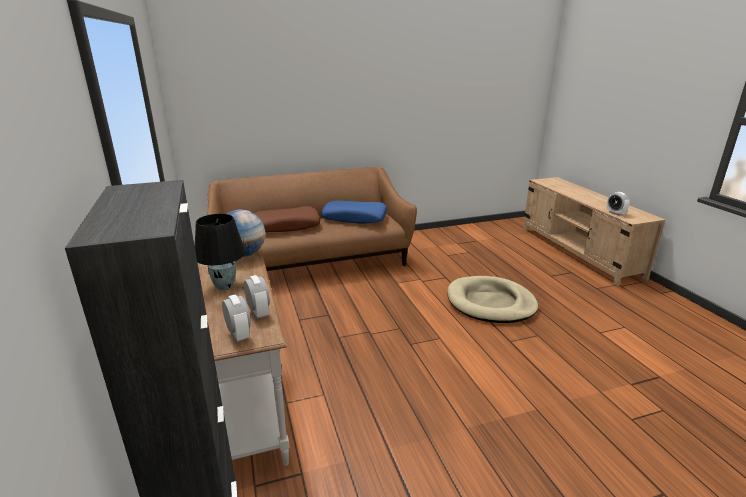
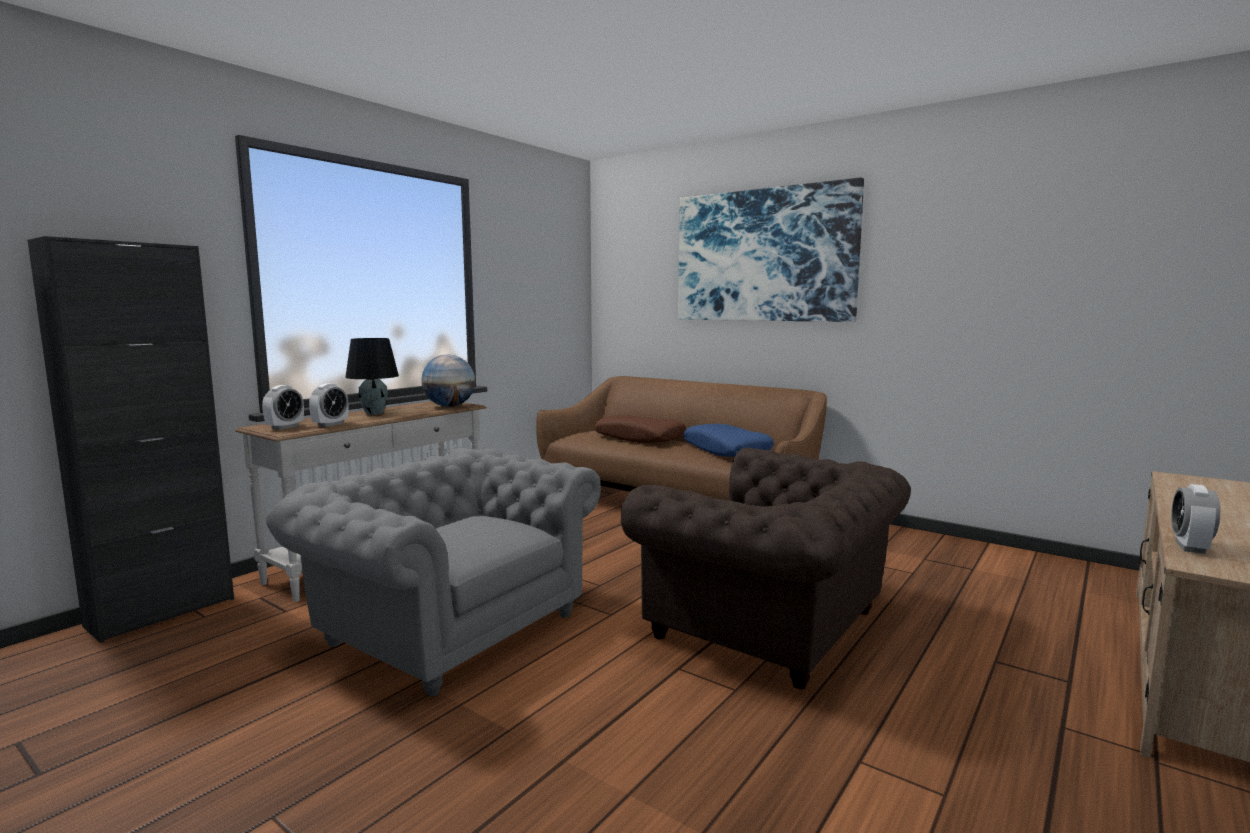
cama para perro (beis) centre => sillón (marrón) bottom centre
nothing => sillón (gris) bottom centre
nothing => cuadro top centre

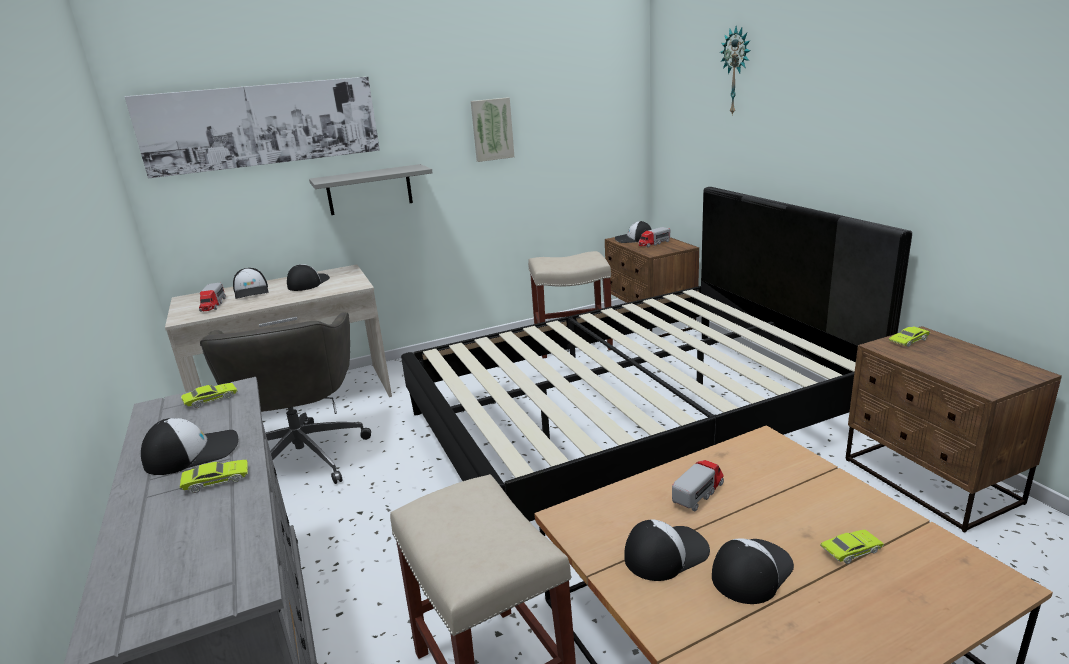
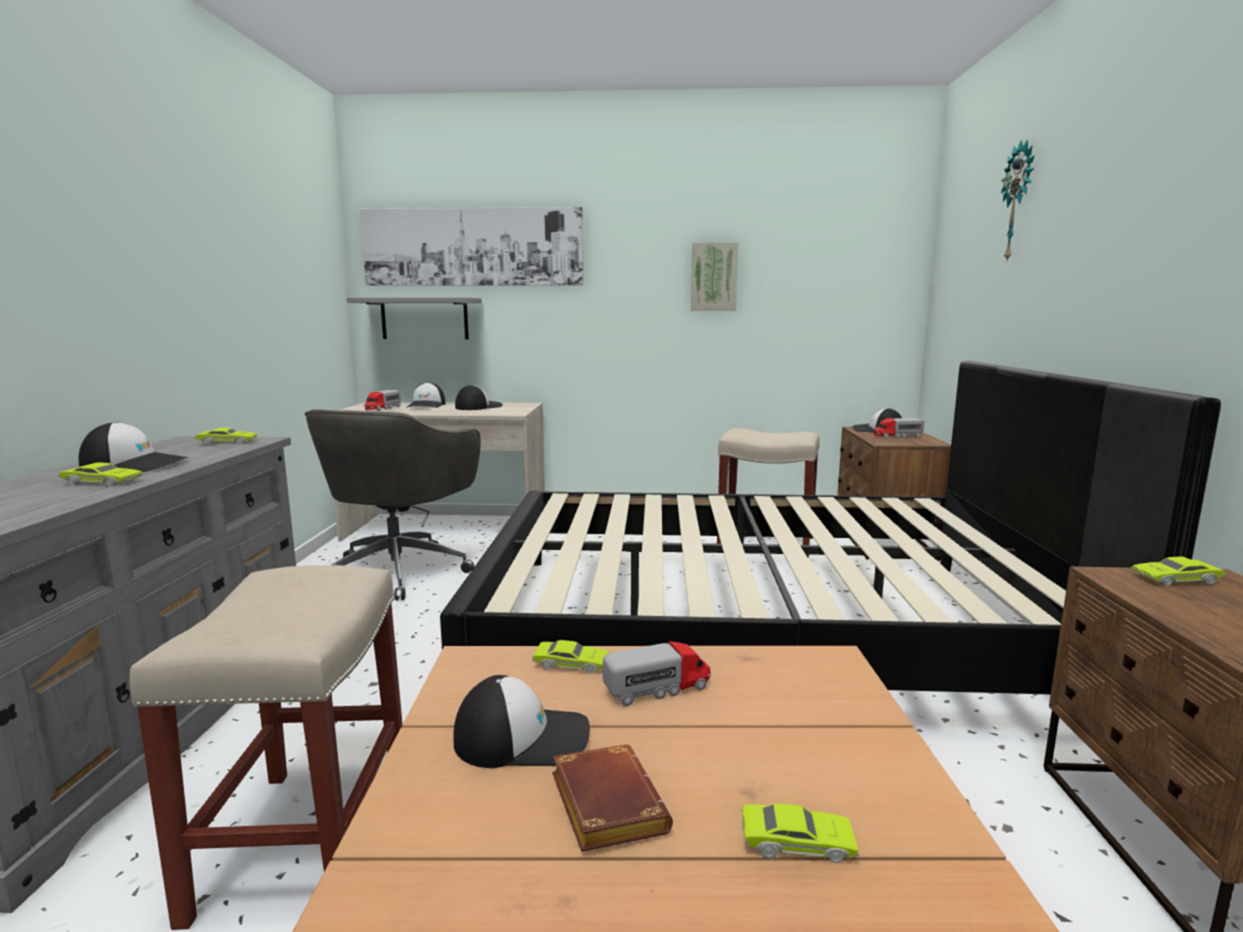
estante (gris) top centre => estante (gris) middle left, move
gorra (6th from left) bottom right => libro (marrón) bottom centre
nothing => coche de juguete (verde) (3rd from left) bottom centre

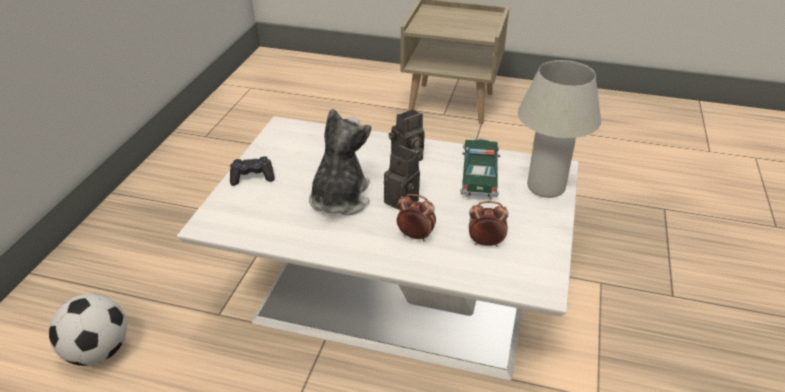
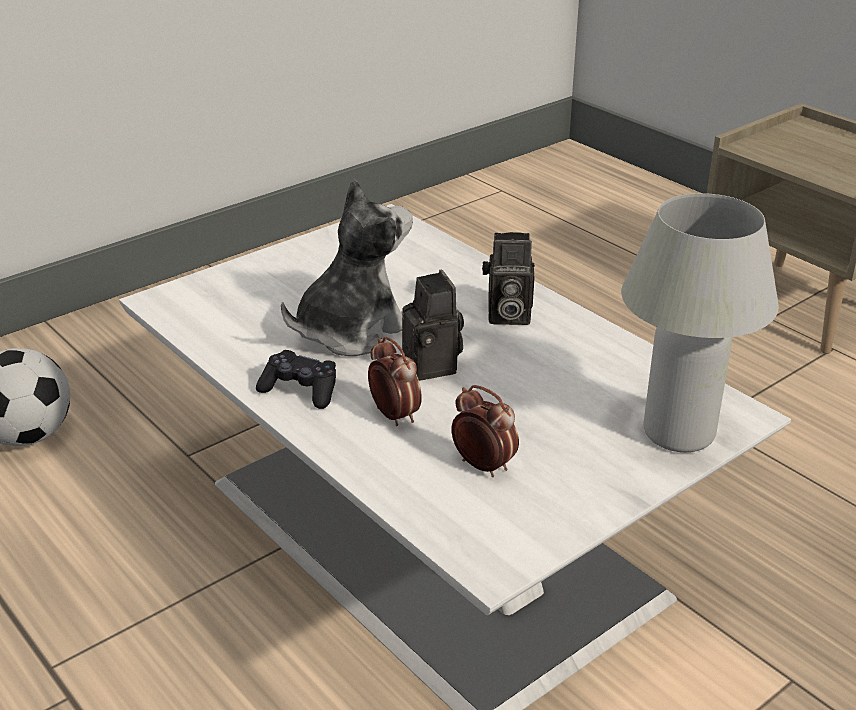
mando de consola (negro) middle left => mando de consola (negro) centre, move
coche de juguete centre => nothing

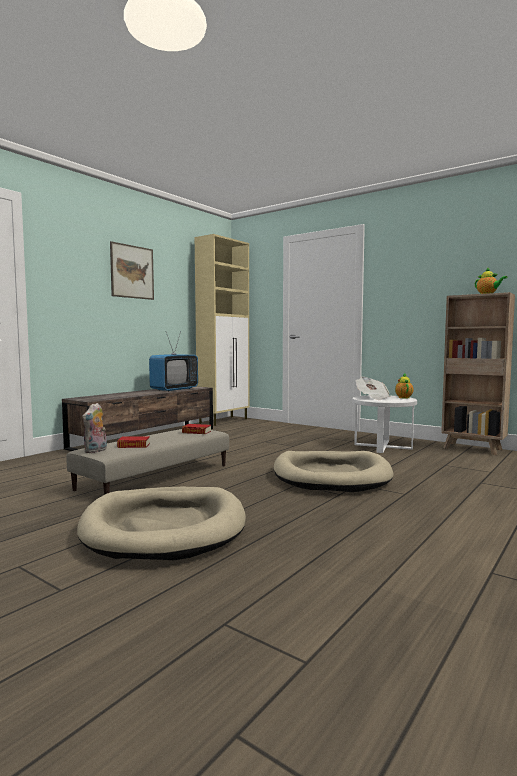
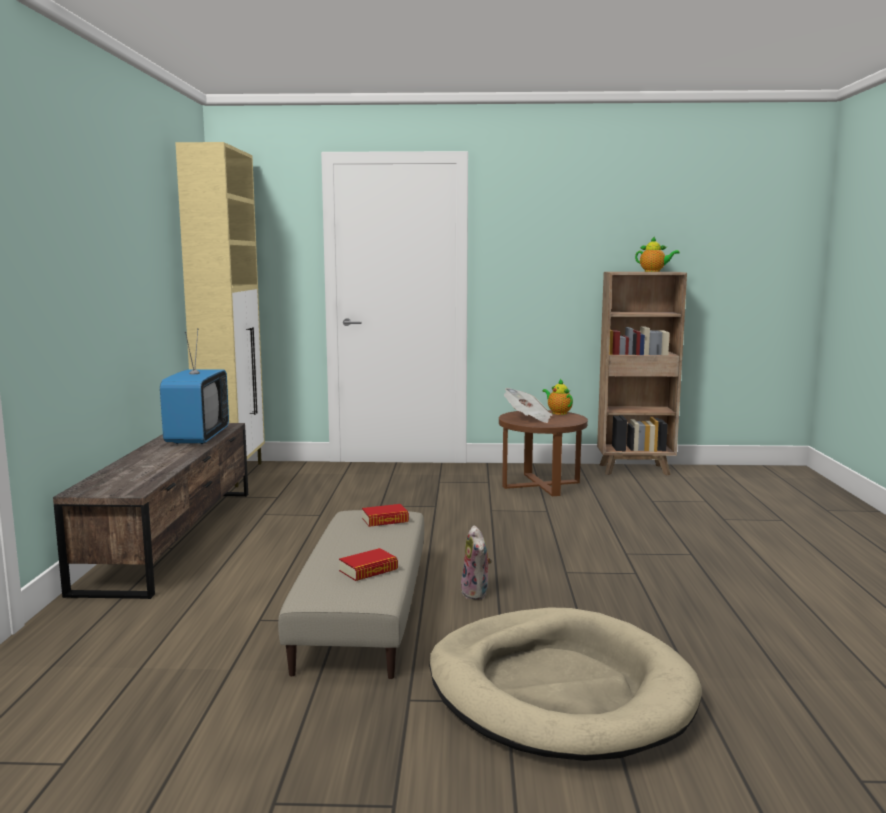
peluche middle left => peluche bottom centre, move
cuadro middle left => nothing
cama para perro (beis) (2nd from left) centre => nothing
mesa auxiliar (blanco) middle right => mesa auxiliar (marrón) centre

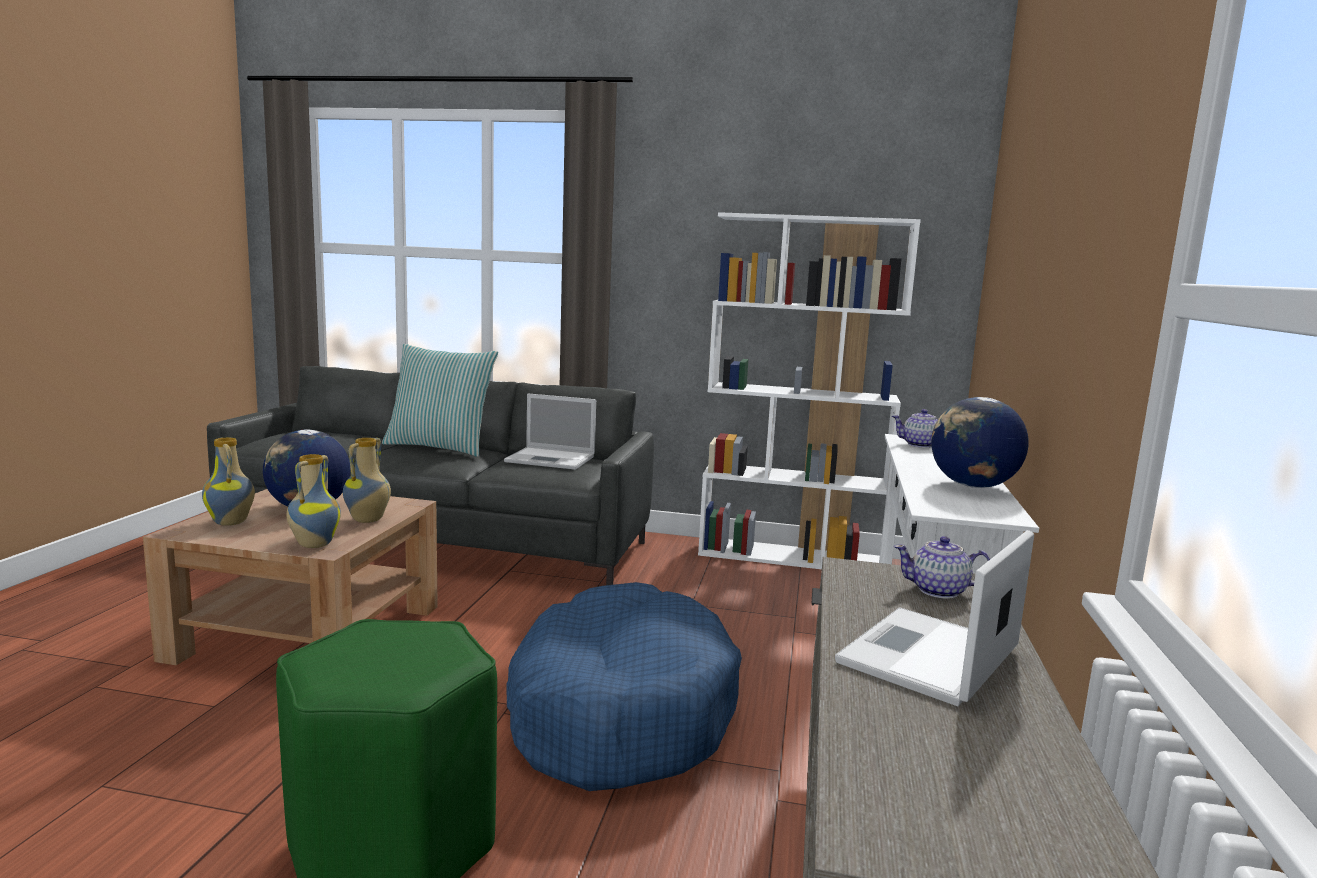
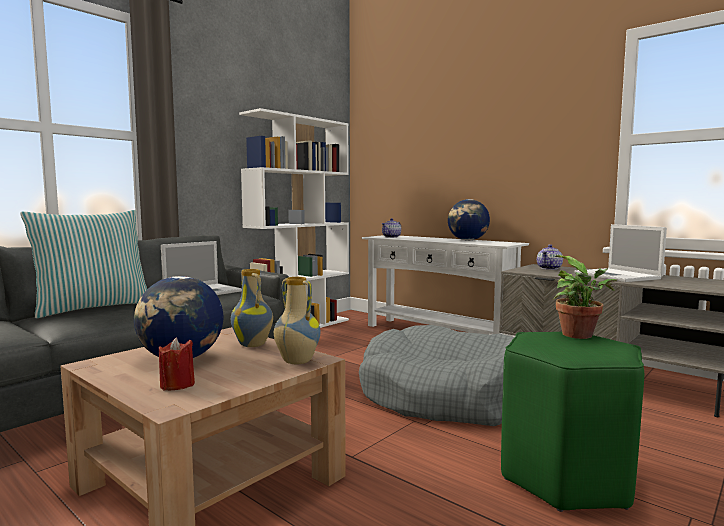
florero (1st from left) middle left => vela (rojo) bottom left
cama para perro (azul) bottom centre => cama para perro (gris) bottom centre
nothing => planta en maceta middle right

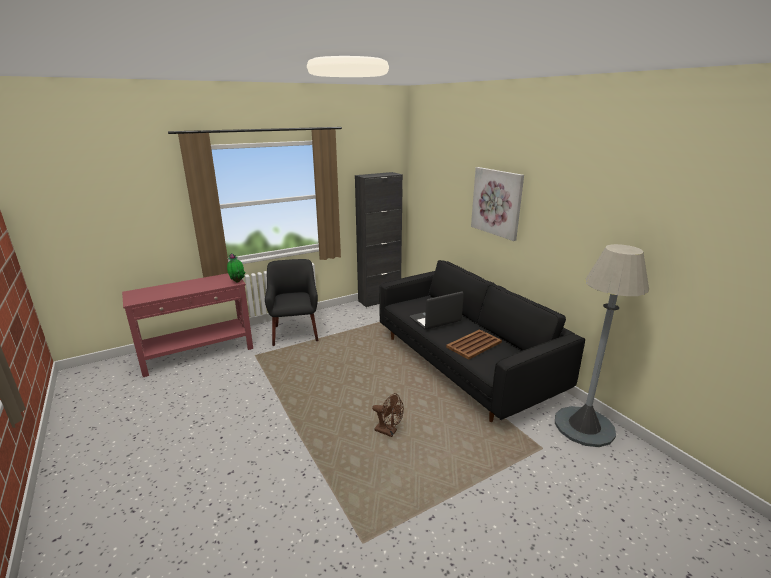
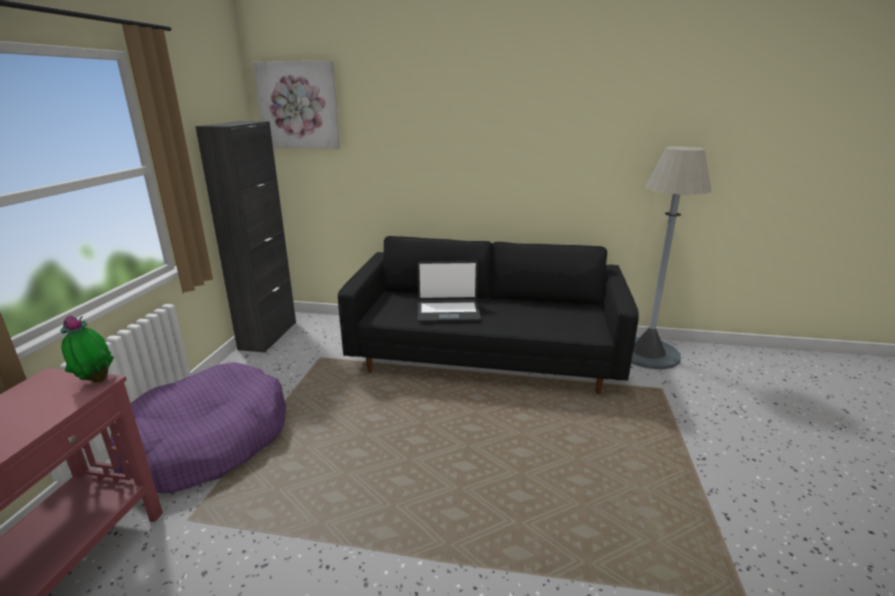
sillón (negro) centre => cama para perro (morado) bottom left
ventilador (marrón) bottom centre => nothing
portátil centre, 105 degrees counterclockwise
bandeja (marrón) centre => nothing
cuadro centre => cuadro top left, move

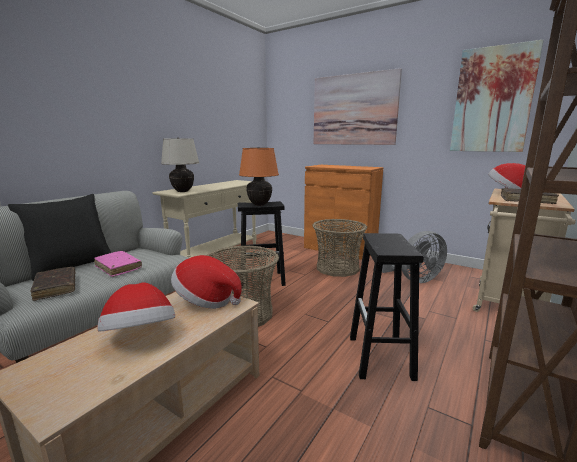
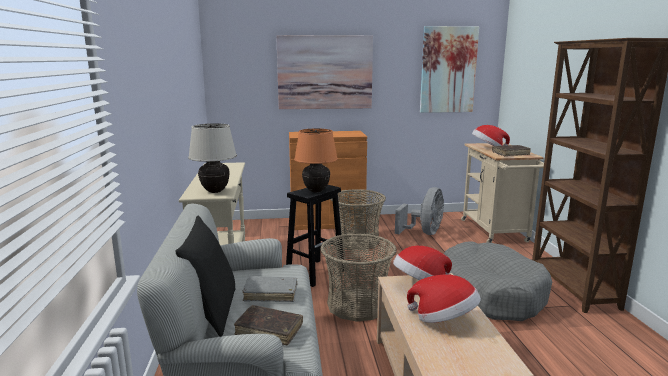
libro (rosa) middle left => libro (gris) bottom centre
taburete (negro) (2nd from left) middle right => cama para perro (gris) bottom right

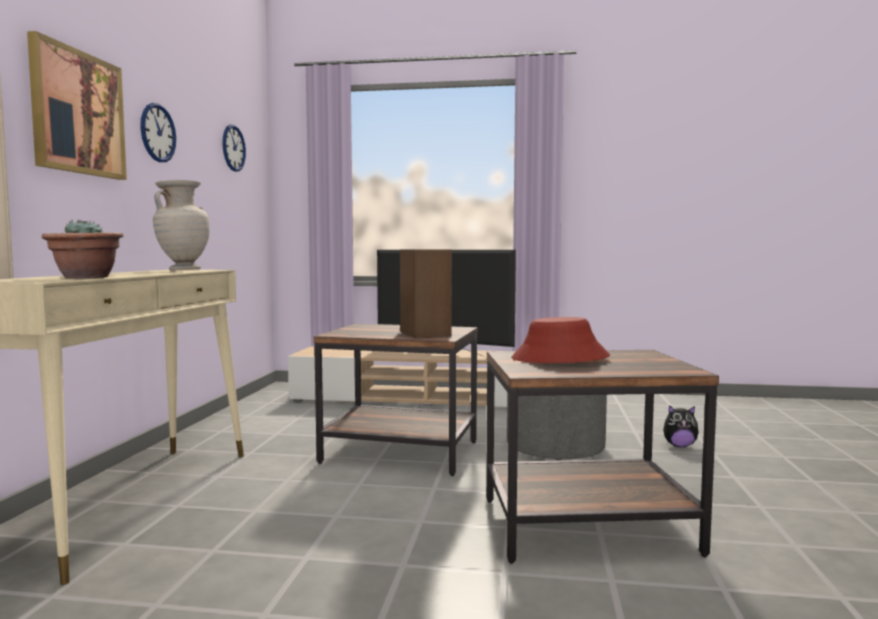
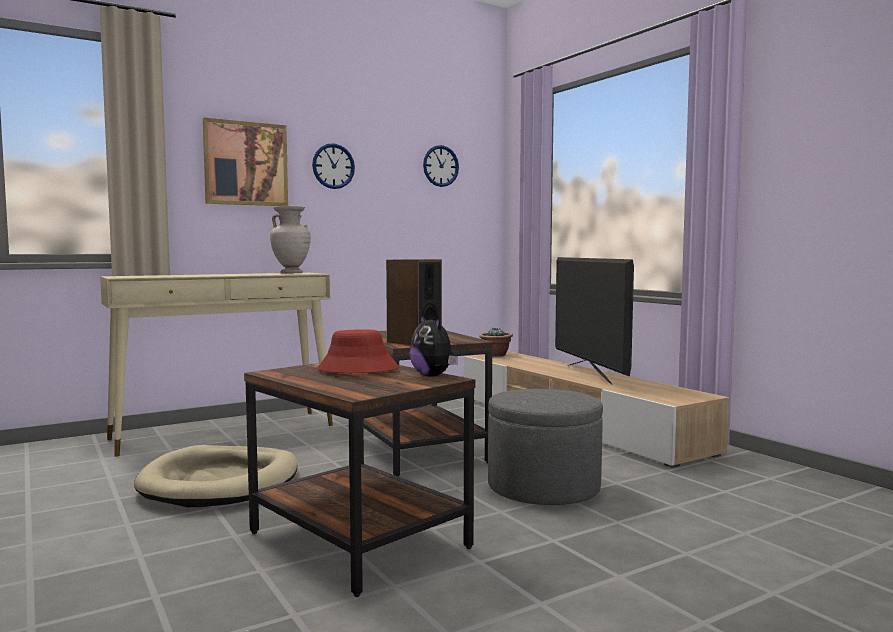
planta en maceta middle left => planta en maceta centre, move
peluche bottom right => peluche centre, move
nothing => cama para perro (beis) bottom left

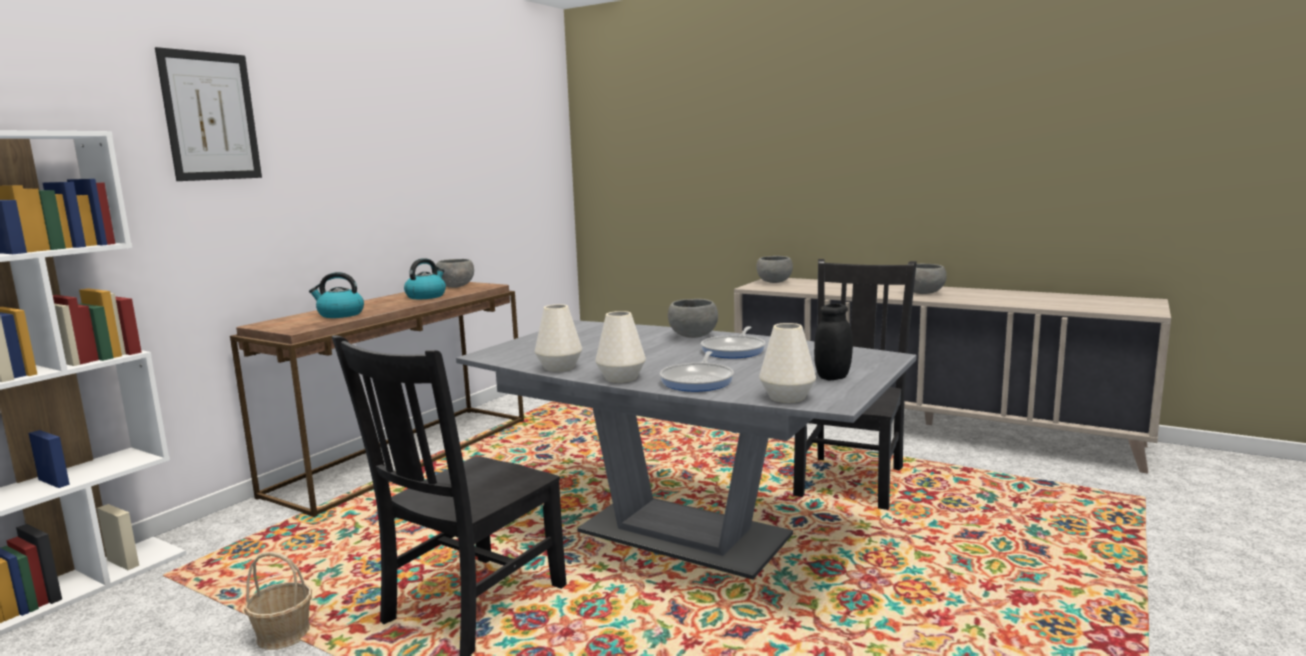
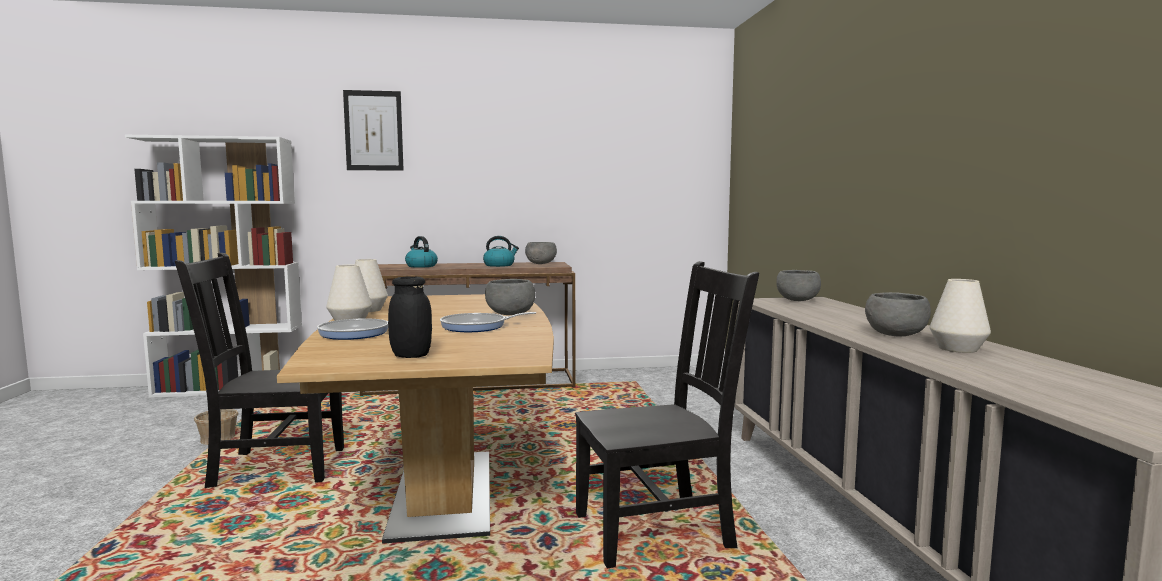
mesa de comedor (gris) bottom centre => mesa de comedor (marrón) bottom centre
florero (blanco) (3rd from left) centre => florero (blanco) (3rd from left) middle right, move

